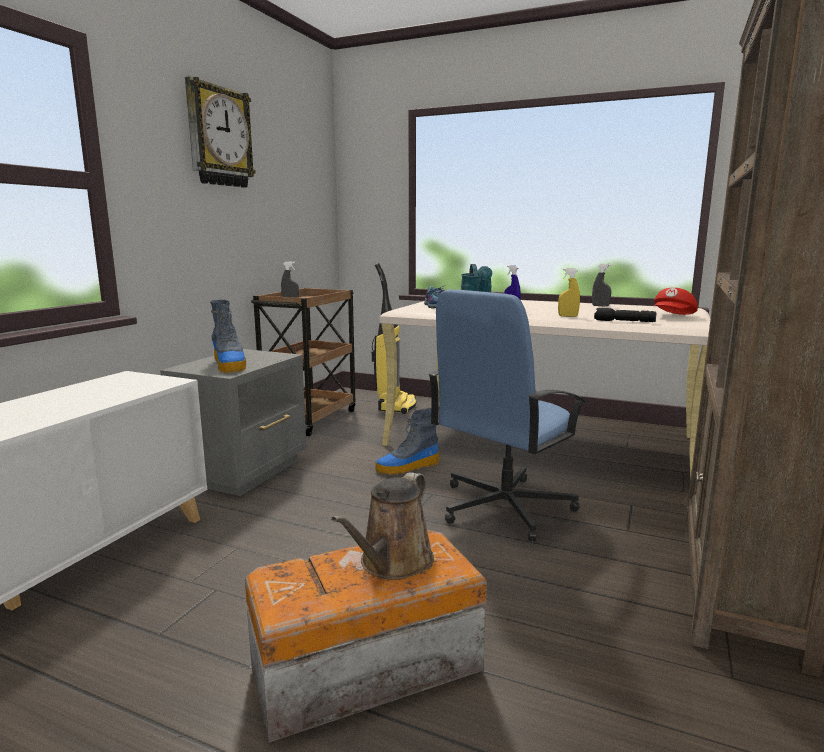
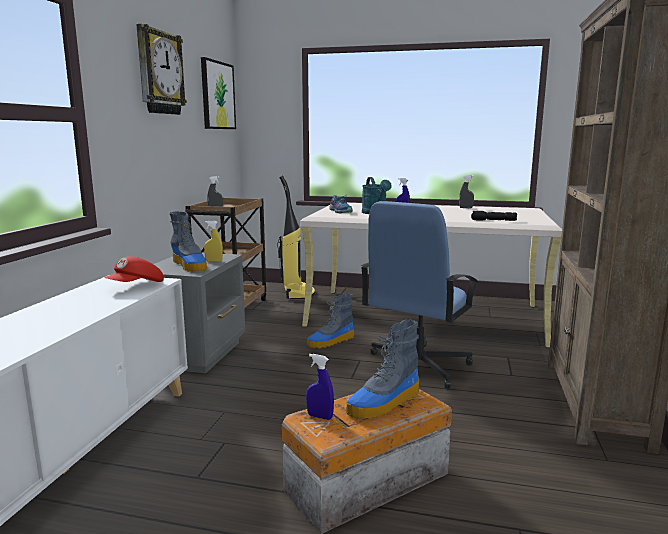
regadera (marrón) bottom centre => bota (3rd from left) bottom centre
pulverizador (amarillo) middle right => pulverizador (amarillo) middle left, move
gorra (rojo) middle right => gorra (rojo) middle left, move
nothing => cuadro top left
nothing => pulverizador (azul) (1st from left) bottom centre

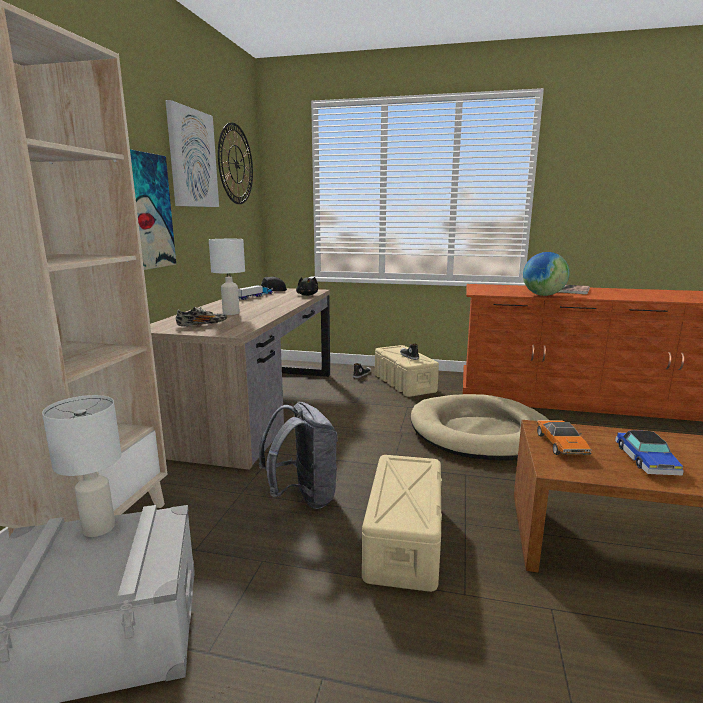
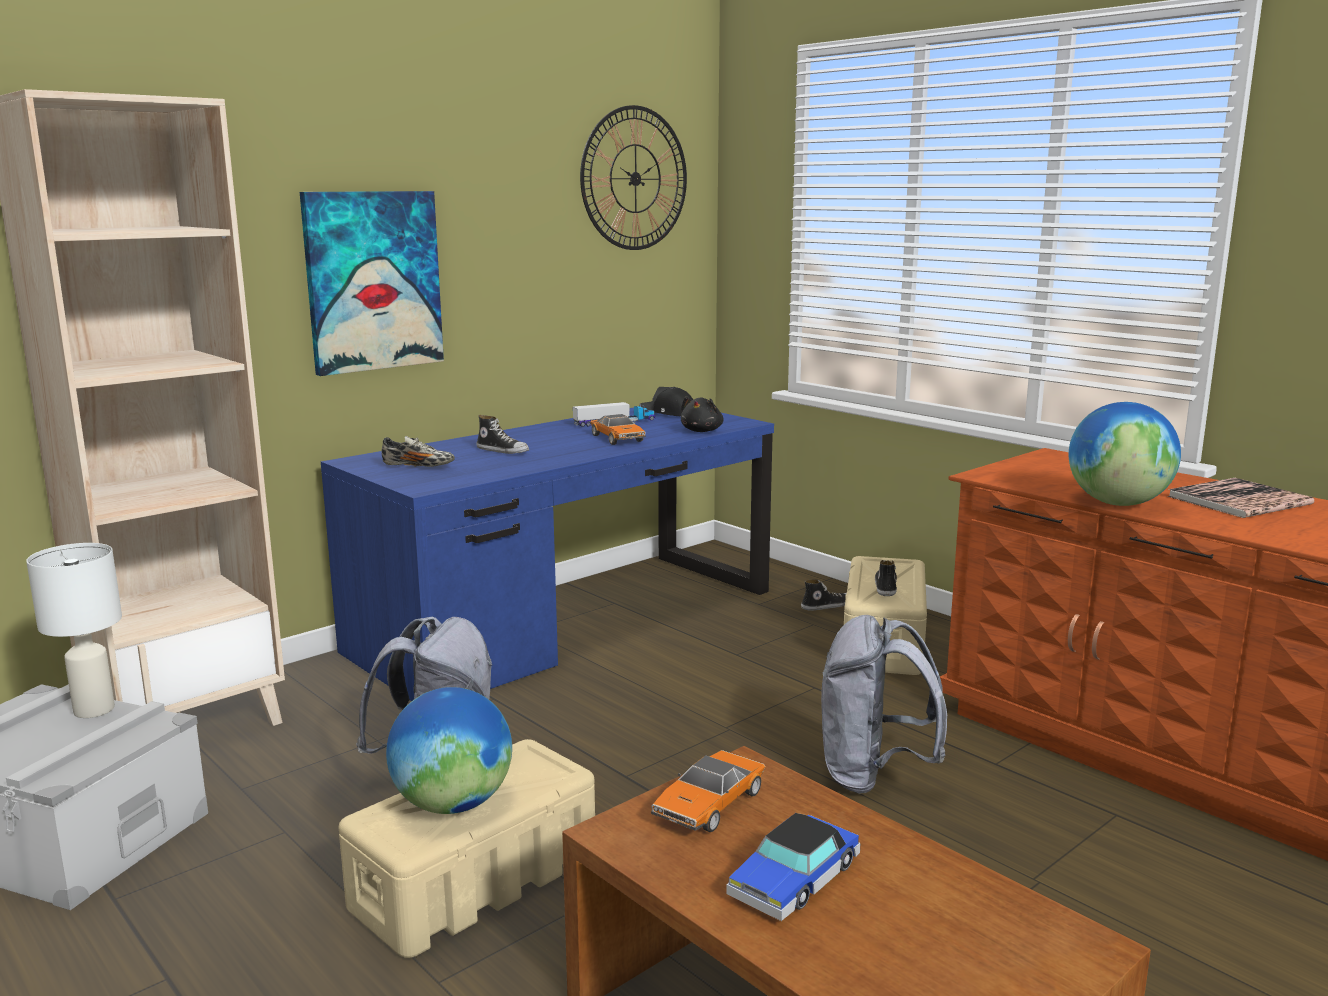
escritorio (marrón) centre => escritorio (azul) centre
cuadro (2nd from left) top left => nothing
lámpara de mesa (blanco) (2nd from left) middle left => zapato (2nd from left) centre
cama para perro (beis) middle right => mochila (gris) (2nd from left) bottom centre
nothing => globo terráqueo (1st from left) bottom centre
nothing => coche de juguete (1st from left) centre

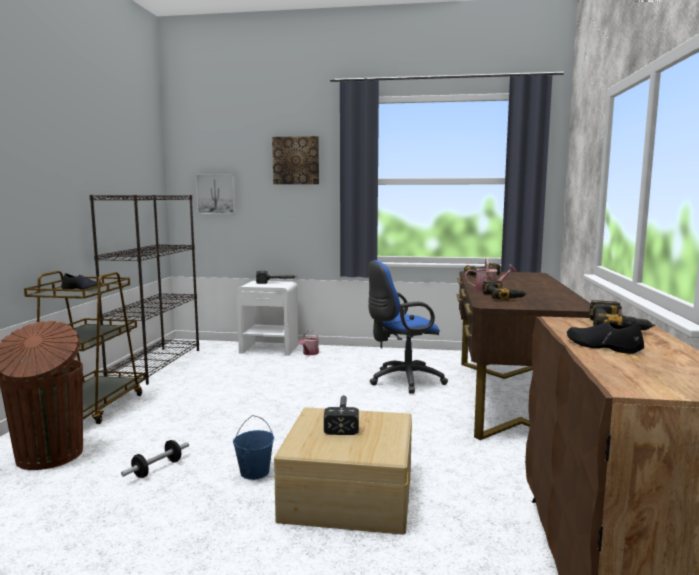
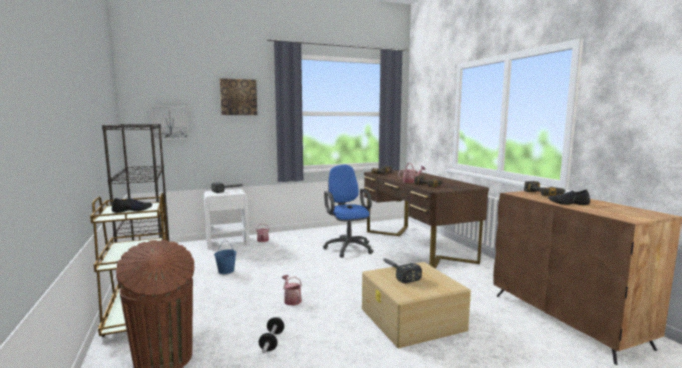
cubo (azul) bottom centre => cubo (azul) bottom left, move
silla de oficina (azul) centre, 120 degrees clockwise
nothing => regadera (2nd from left) bottom centre

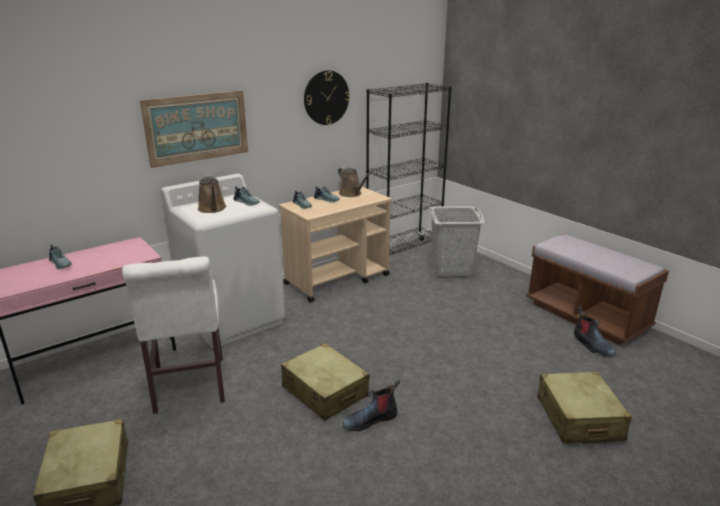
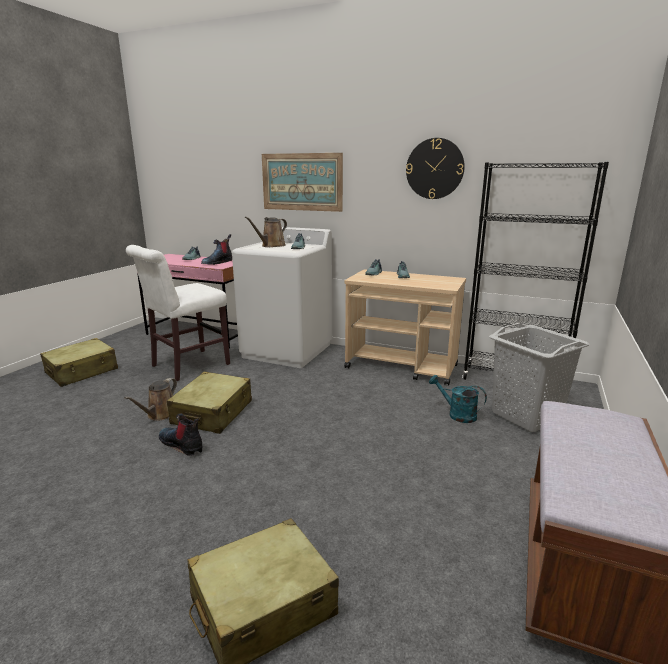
regadera (marrón) (2nd from left in the first image) centre => regadera (marrón) (1st from left) middle left, move
bota (2nd from left) middle right => bota (2nd from left) middle left, move
nothing => regadera (turquesa) middle right

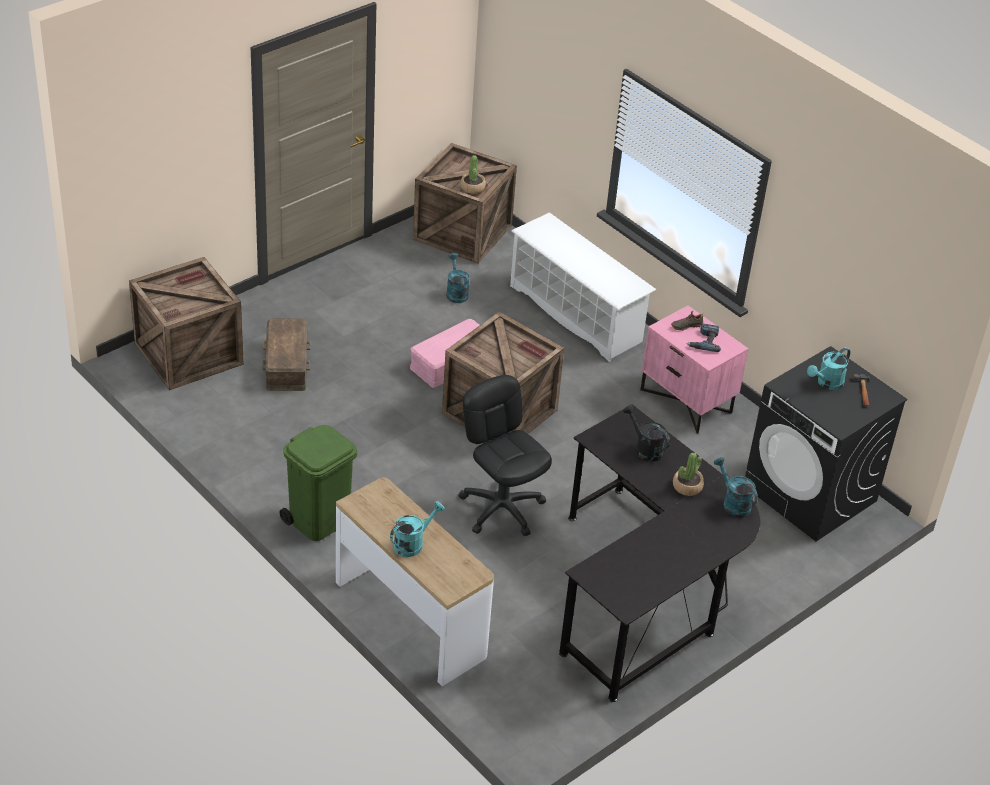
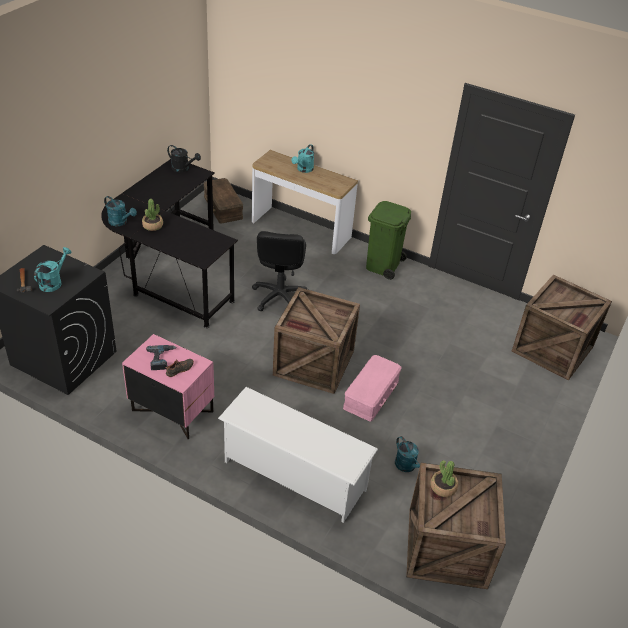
caja de almacenaje (marrón) middle left => caja de almacenaje (marrón) top centre, move
silla de oficina (negro) centre, 60 degrees clockwise
regadera (negro) centre => regadera (negro) top left, move

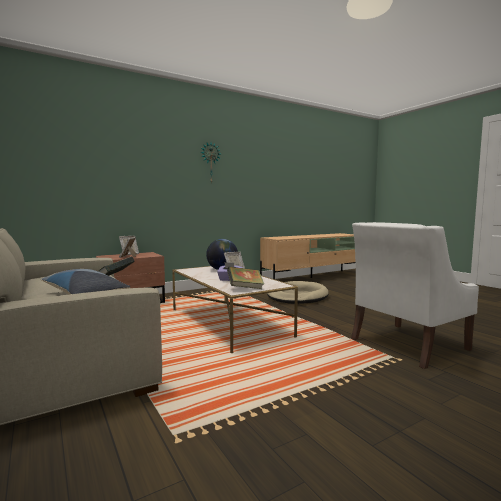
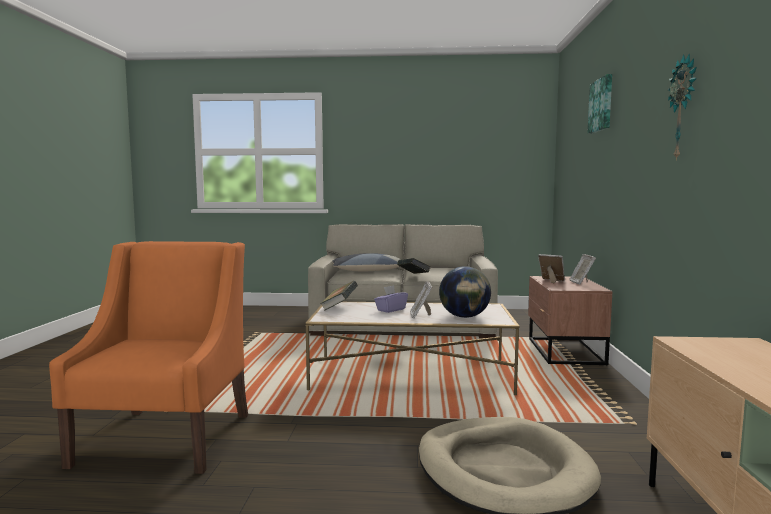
sillón (blanco) middle right => sillón (naranja) bottom left
nothing => cuadro top right

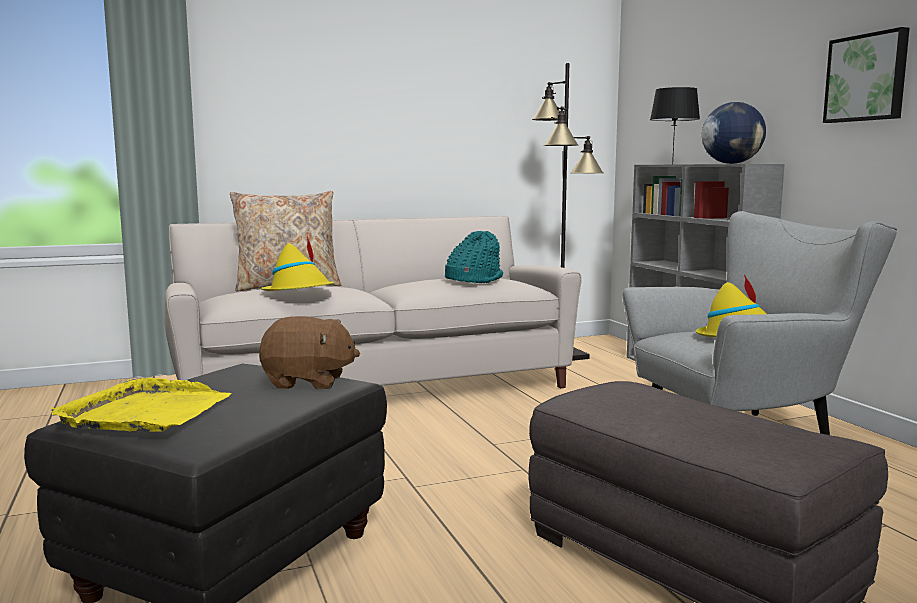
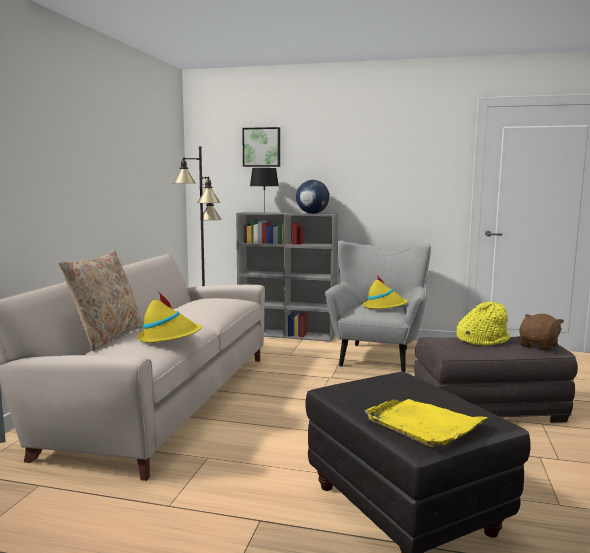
peluche (marrón) centre => peluche (marrón) middle right, move
sombrero (turquesa) centre => nothing
cuadro top right => cuadro top centre, move
nothing => sombrero (amarillo) (3rd from left) middle right

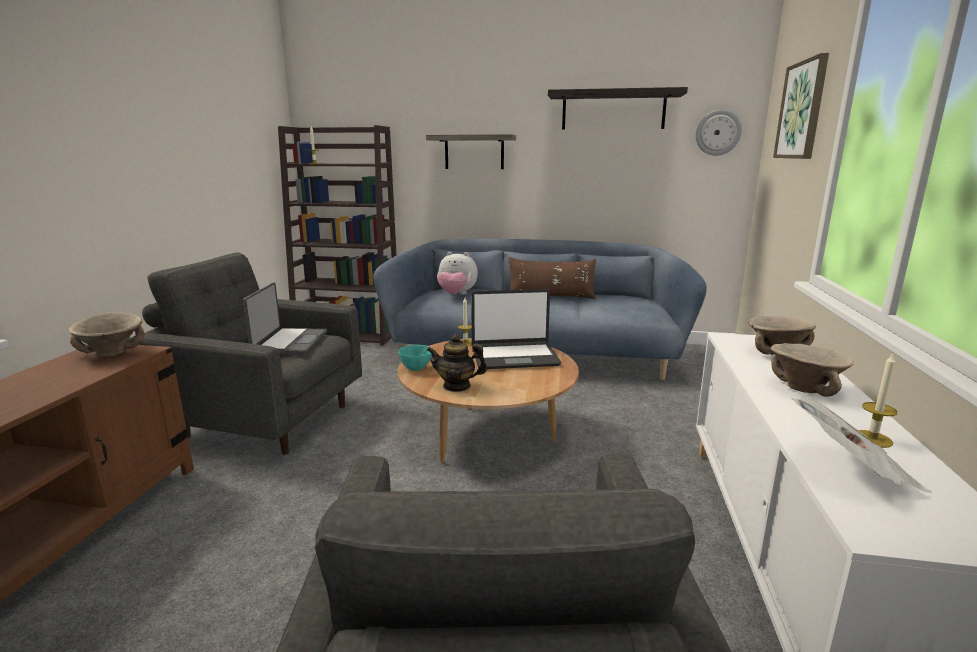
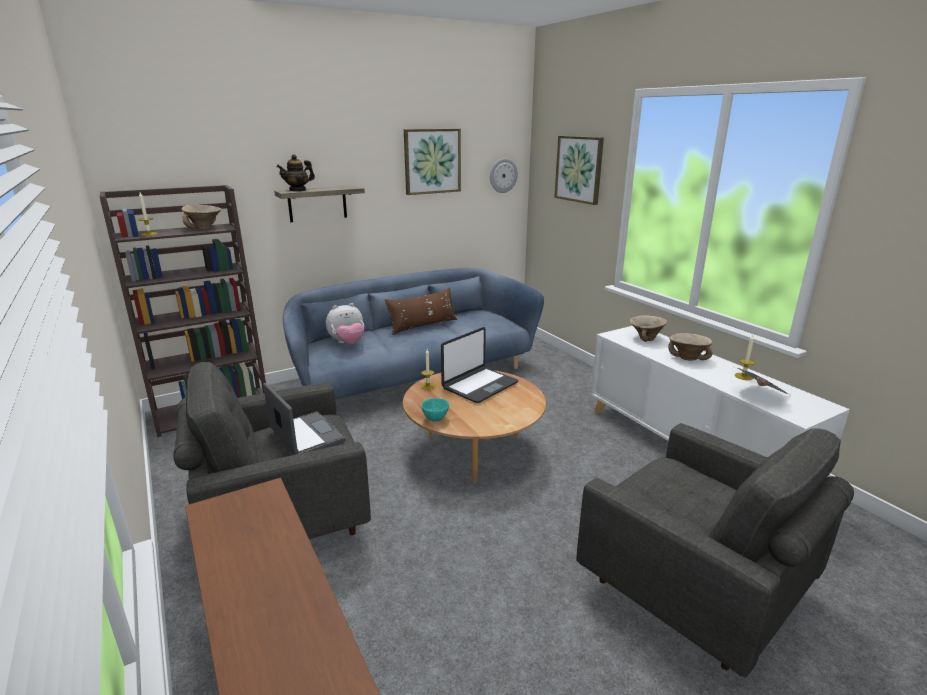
cuenco (beis) (1st from left) middle left => cuenco (beis) (1st from left) top left, move
tetera centre => tetera top left, move
estante (2nd from left) top centre => cuadro (1st from left) top centre

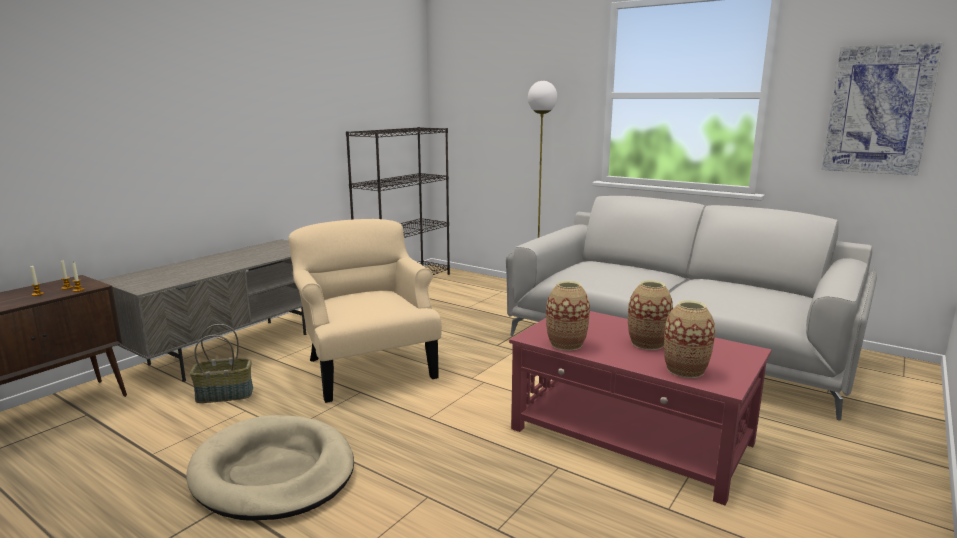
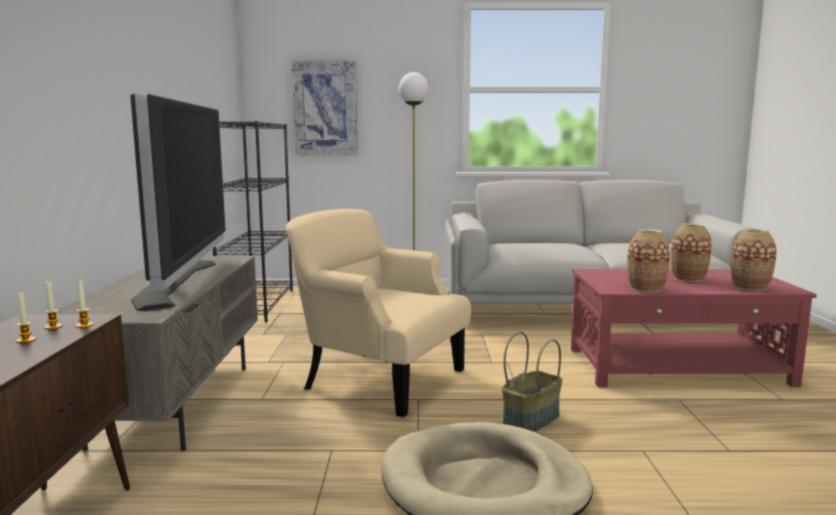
cesta bottom left => cesta bottom centre, move
cuadro top right => cuadro top centre, move
nothing => televisor middle left

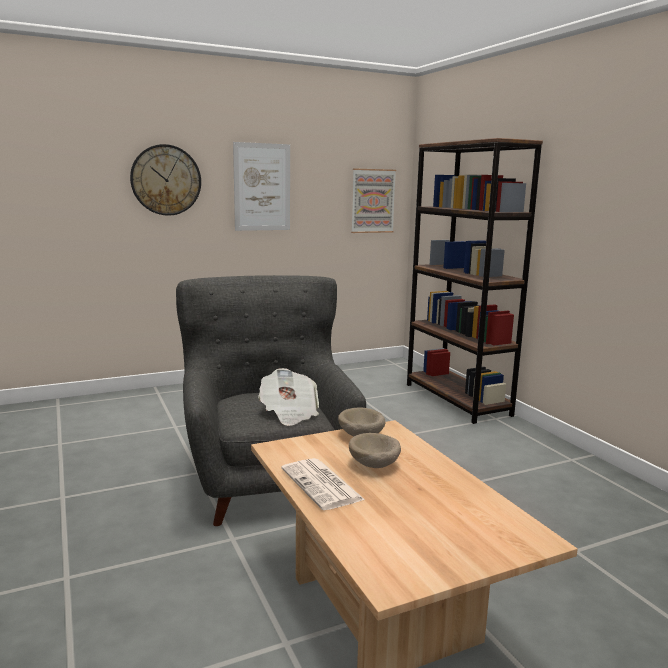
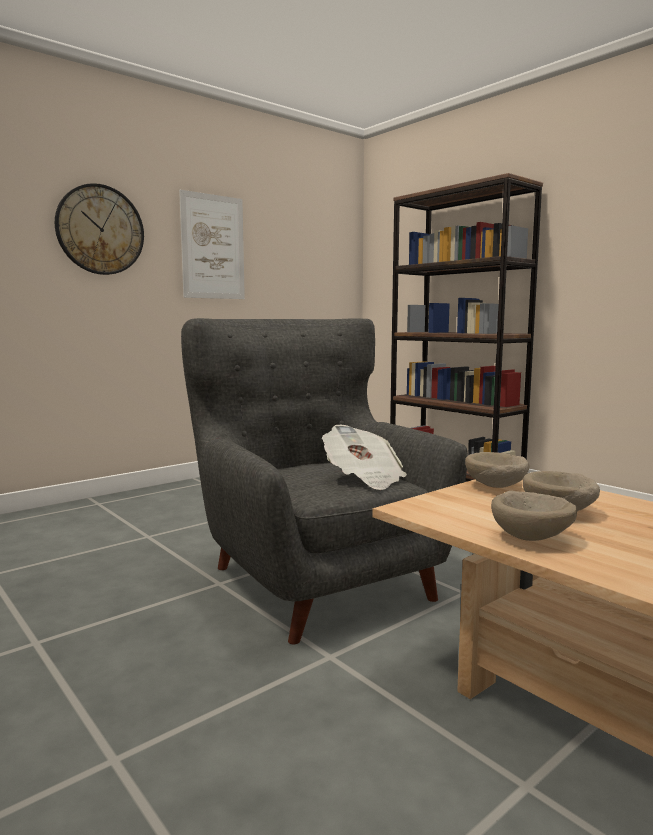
periódico (2nd from left) bottom centre => cuenco (beis) (2nd from left) middle right
cuadro (2nd from left) top centre => nothing

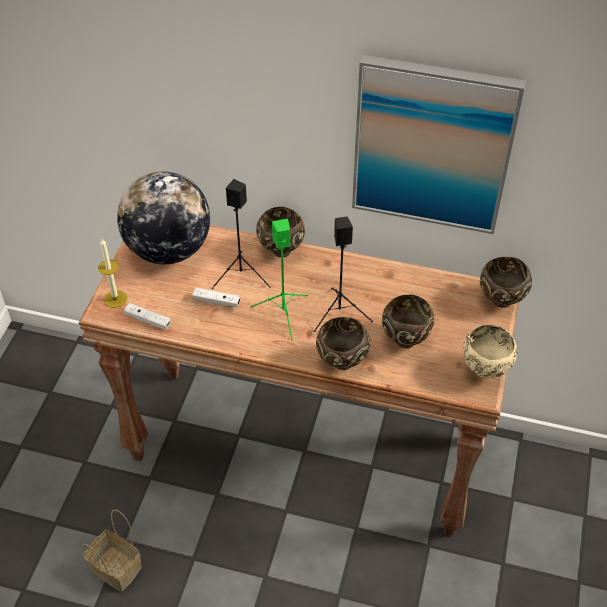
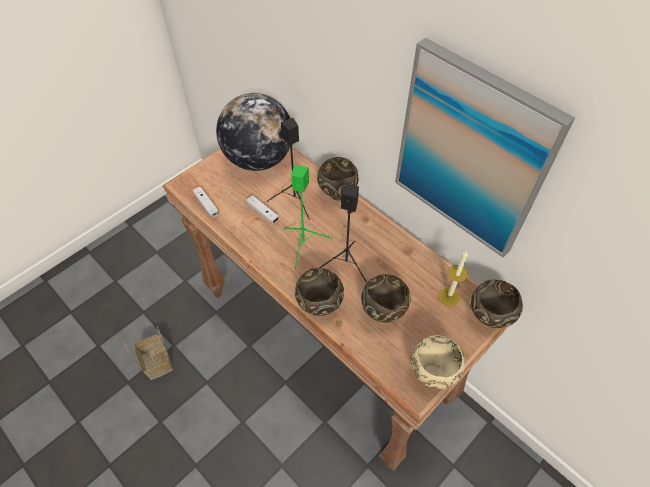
vela middle left => vela middle right, move

